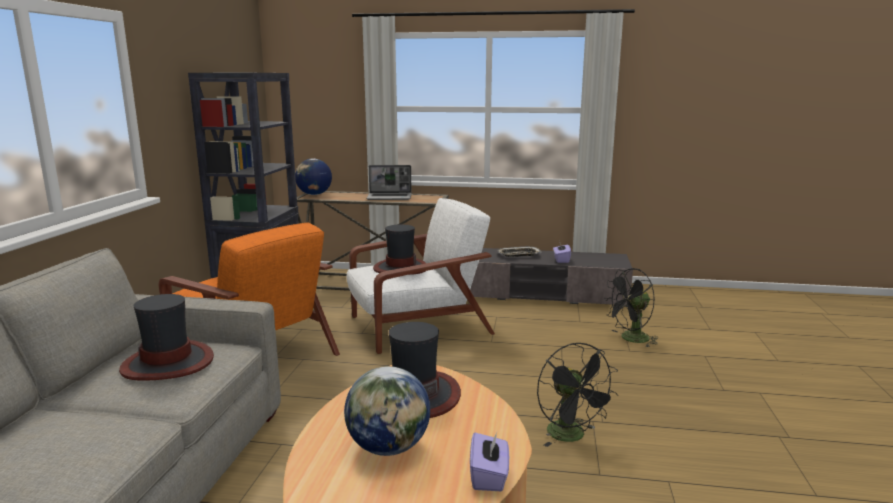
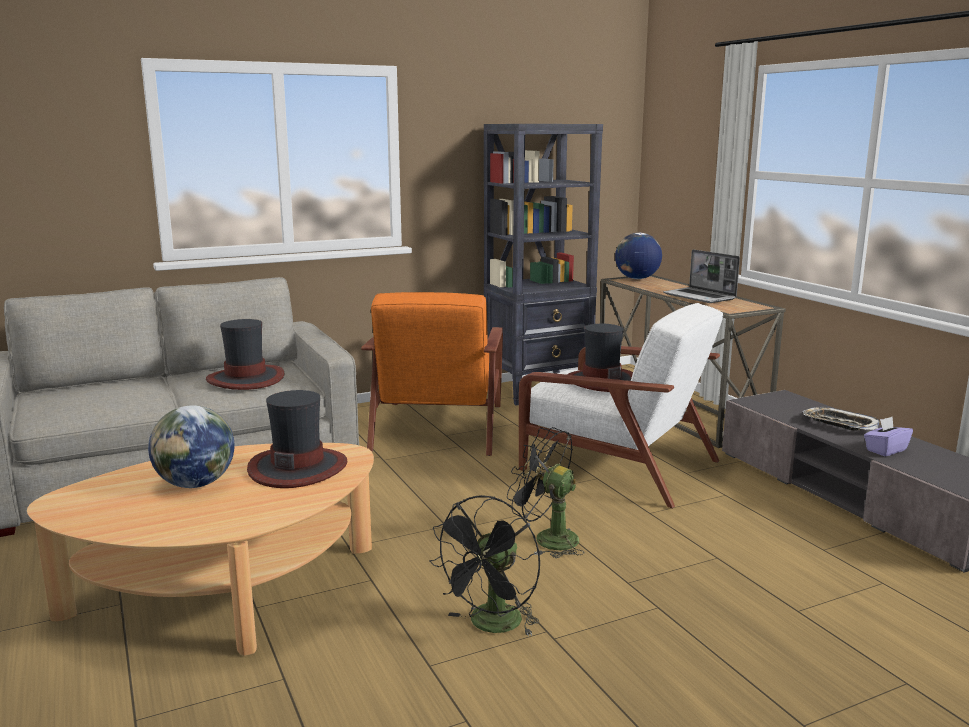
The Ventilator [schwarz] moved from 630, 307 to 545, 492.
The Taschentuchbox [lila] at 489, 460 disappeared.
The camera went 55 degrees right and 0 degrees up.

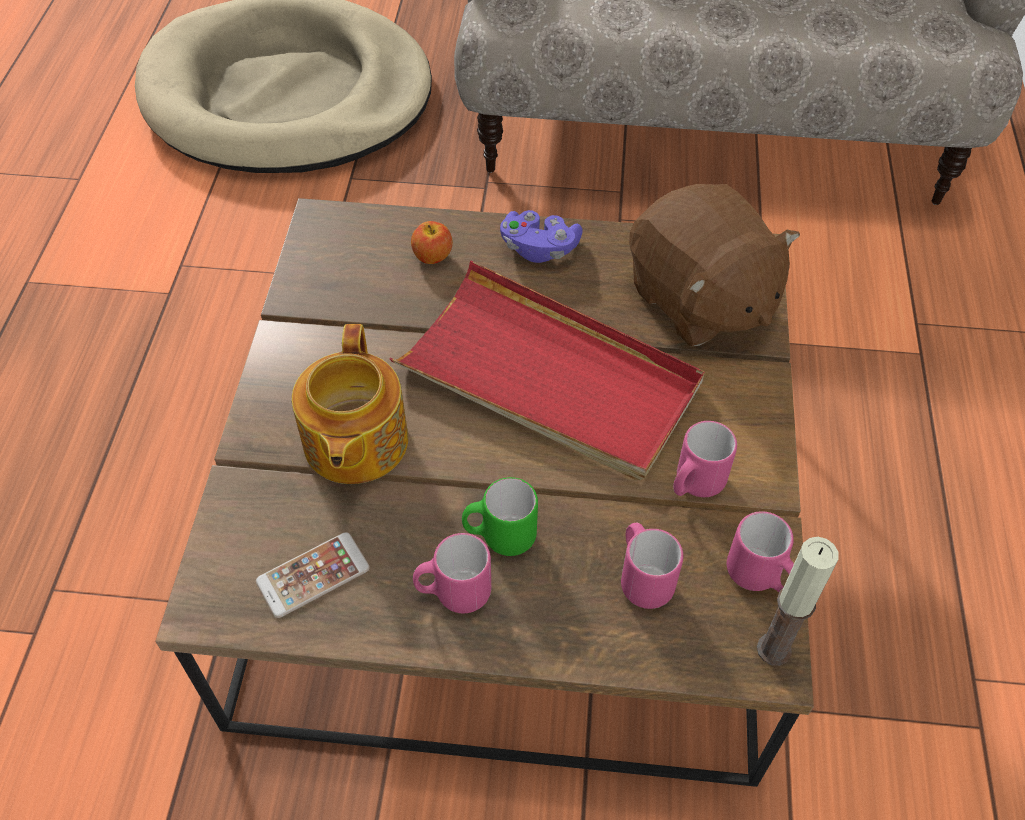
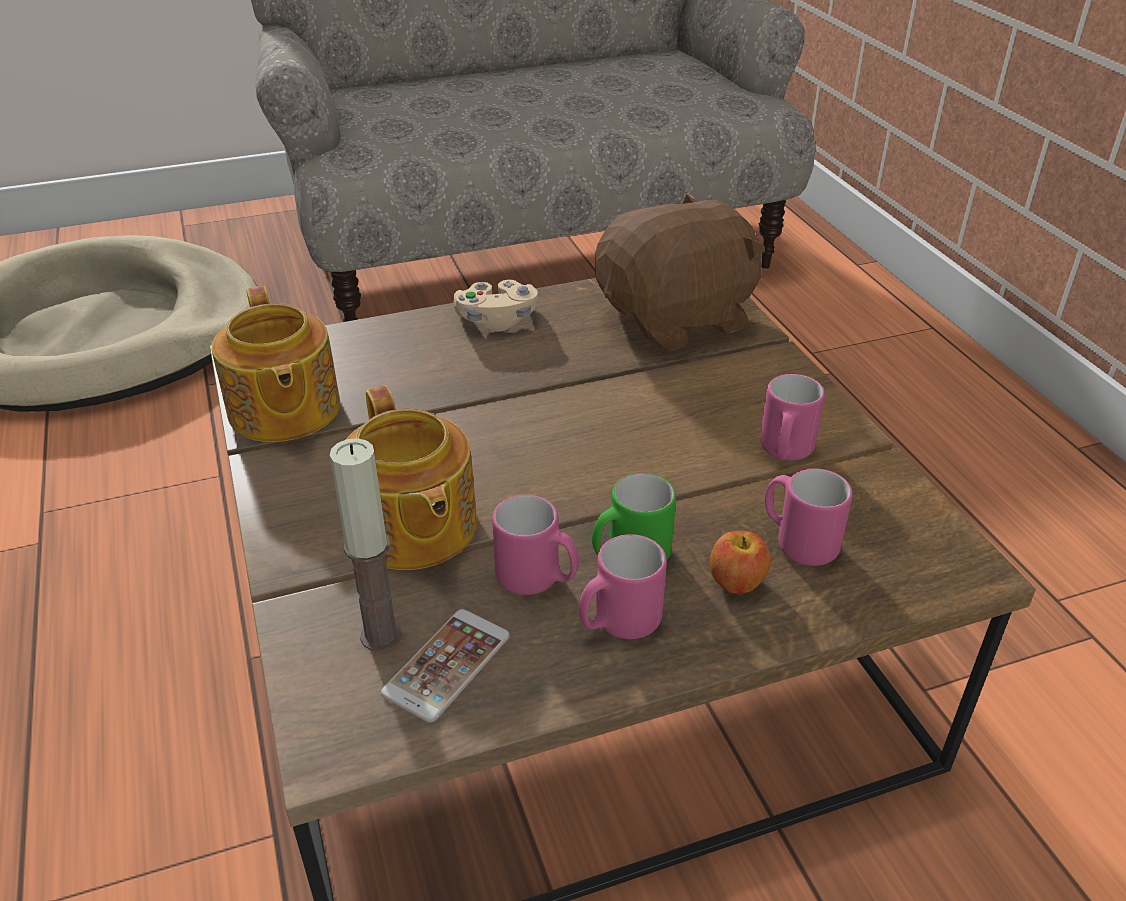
The Teekanne at 275, 364 appeared.
The Kerze moved from 797, 601 to 366, 545.
The Gamepad [lila] at 541, 236 became the Gamepad [beige] at 495, 306.
The Henkelbecher [rosa] moved from 760, 551 to 535, 545.
The Plüschtier [braun] at 714, 265 turned 60 degrees counterclockwise.
The Apfel moved from 432, 242 to 740, 562.
The Tablett [rot] at 547, 370 disappeared.
The camera went 25 degrees left and 15 degrees down.

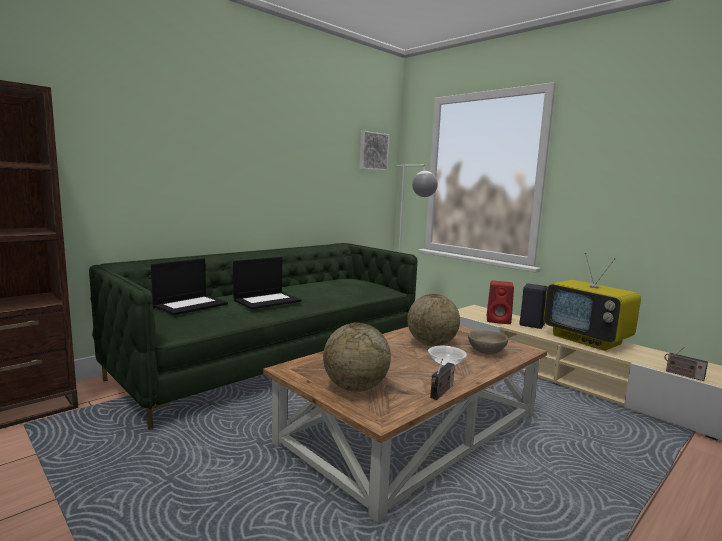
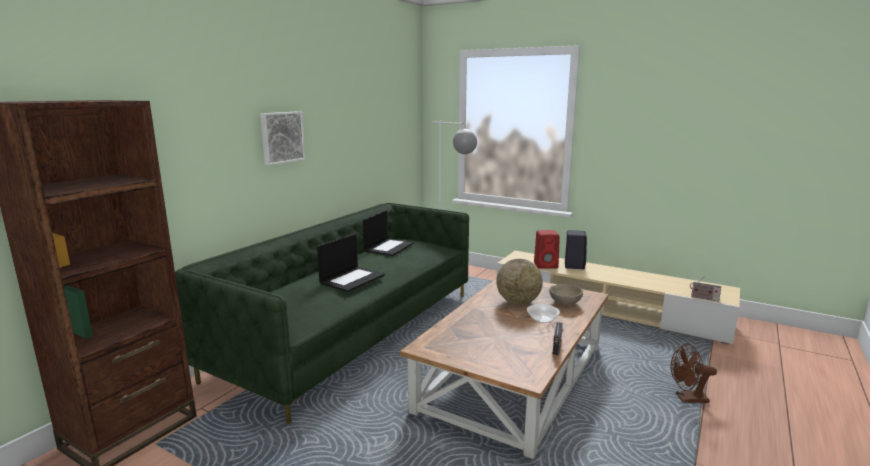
The Bild moved from 374, 151 to 282, 138.
The Laptop moved from 189, 286 to 388, 233.
The Ventilator [braun] at 694, 373 appeared.
The Globus at 357, 357 disappeared.
The Fernseher at 592, 302 disappeared.
The camera went 15 degrees left and 5 degrees up.

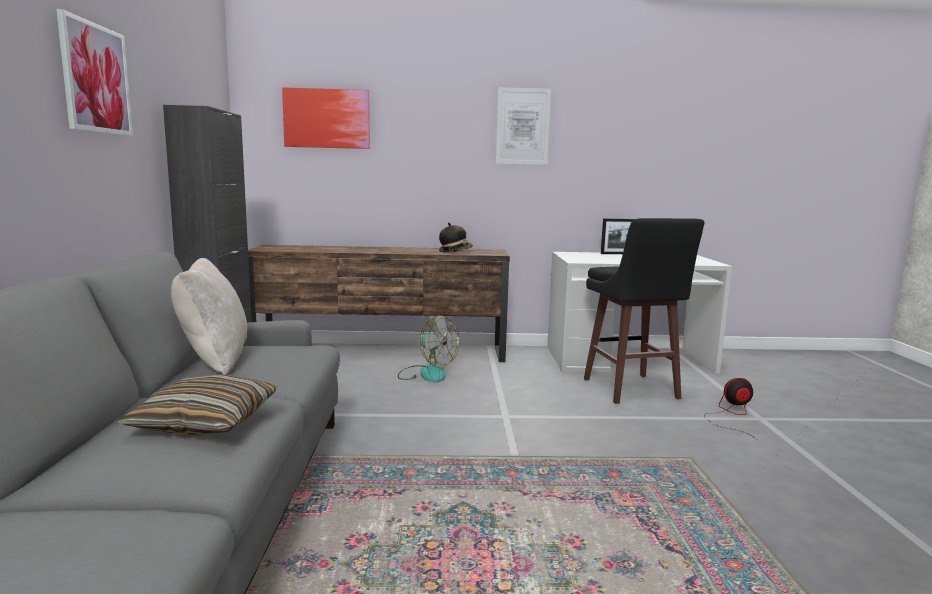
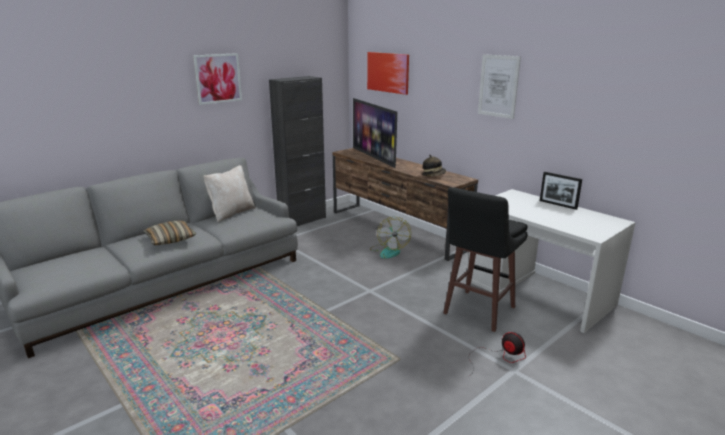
The Fernseher at 375, 133 appeared.
The camera went 50 degrees right and 10 degrees up.

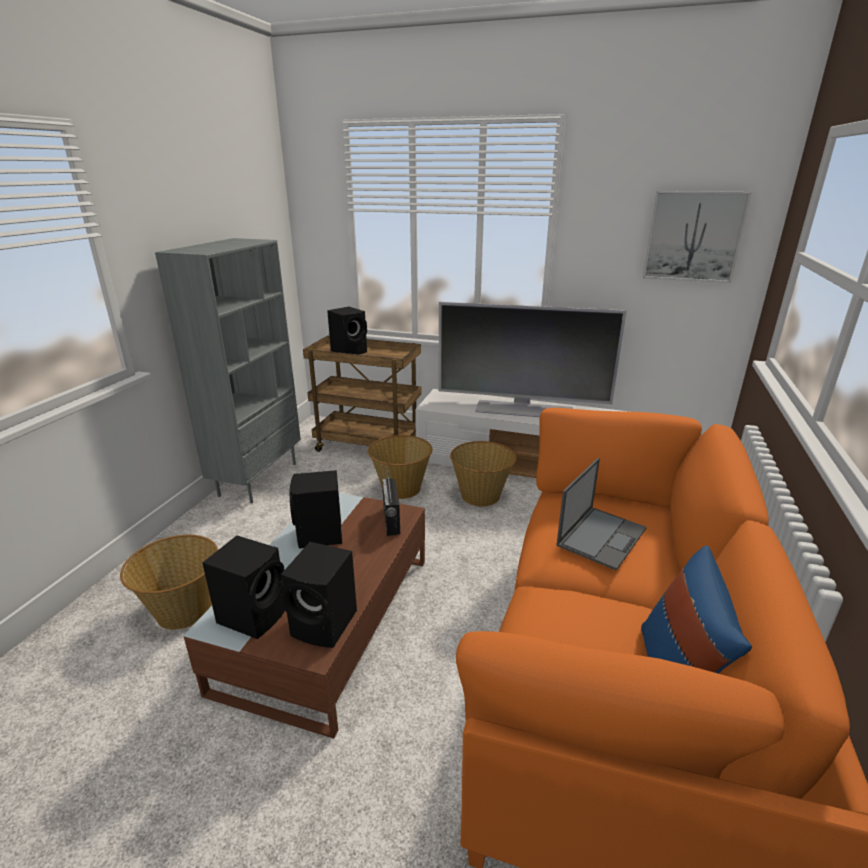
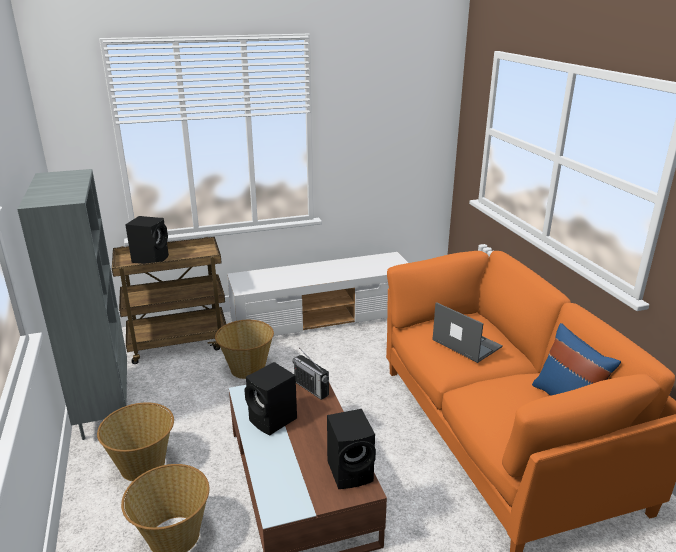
The Korb moved from 483, 473 to 135, 441.
The Laptop at 601, 514 turned 45 degrees counterclockwise.
The Lautsprecher [schwarz] at 243, 587 disappeared.
The Fernseher at 532, 359 disappeared.
The Bild at 697, 237 disappeared.
The camera went 35 degrees left and 0 degrees up.

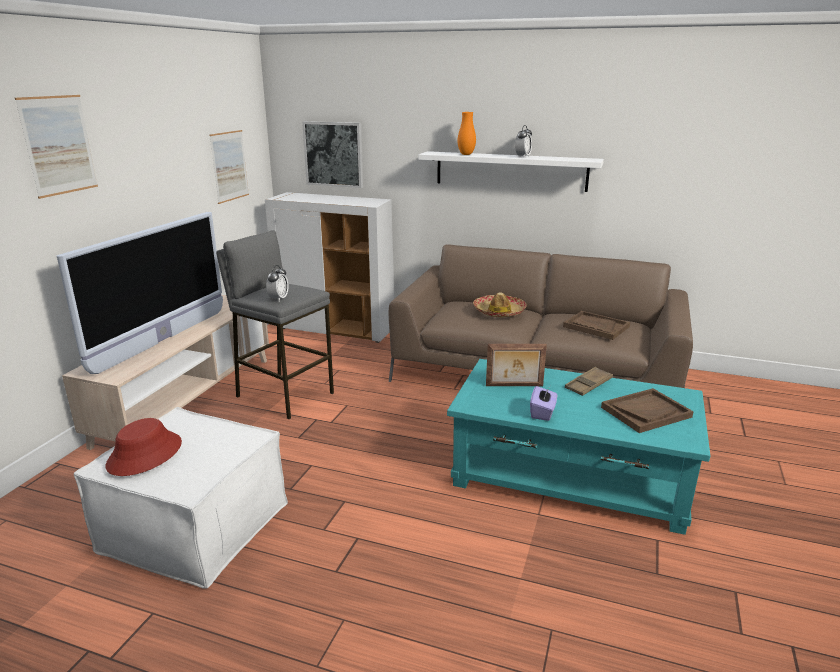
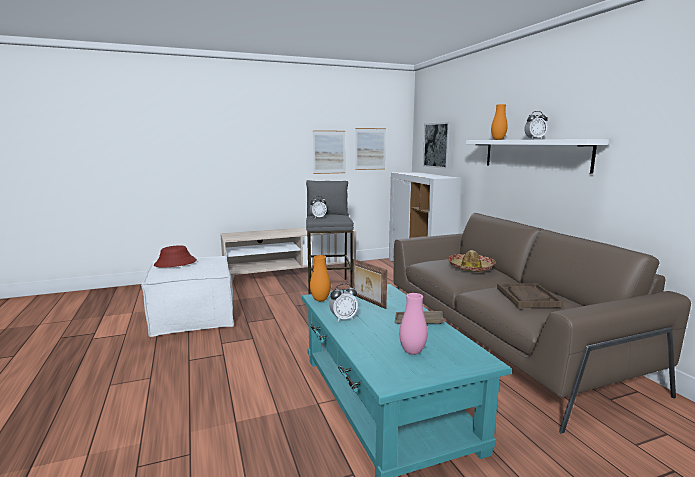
The Vase [orange] at 320, 278 appeared.
The Bild moved from 56, 147 to 329, 152.
The Taschentuchbox [lila] at 543, 403 was replaced by the Wecker at 343, 302.
The Tablett [braun] at 647, 410 was replaced by the Vase [rosa] at 413, 324.
The Fernseher at 139, 293 disappeared.
The camera went 50 degrees right and 10 degrees down.

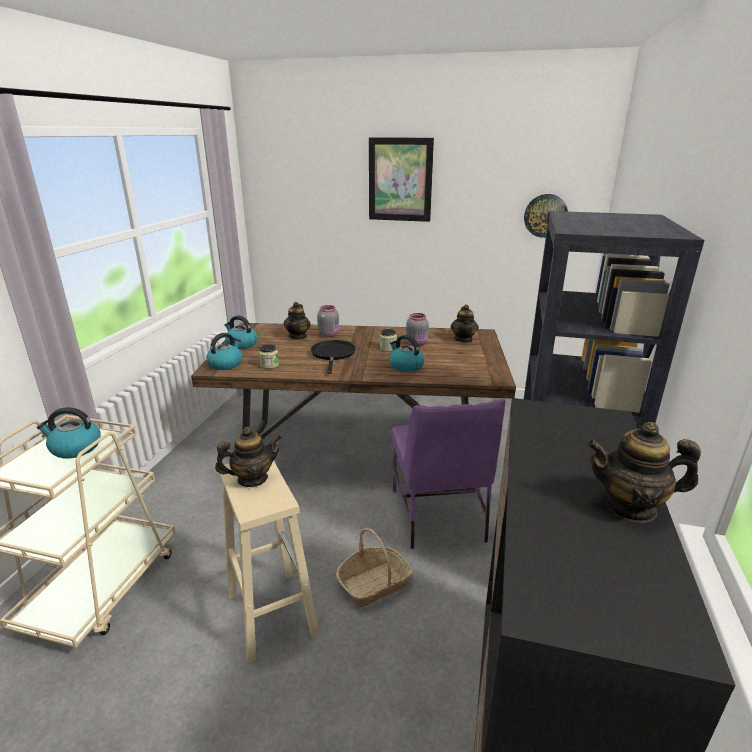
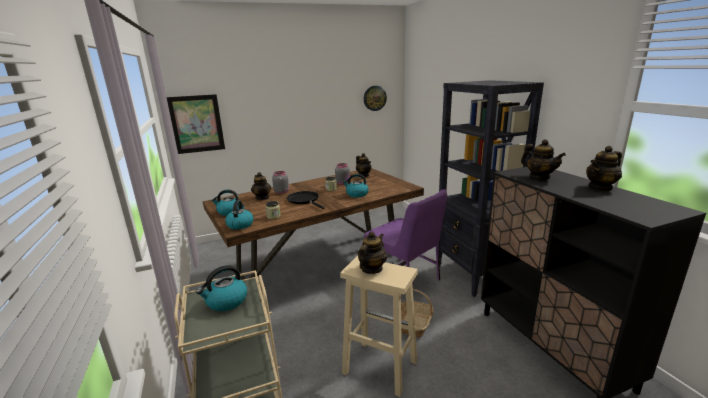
The Bild moved from 401, 180 to 196, 124.
The Teekanne at 543, 159 appeared.
The camera went 35 degrees left and 5 degrees down.

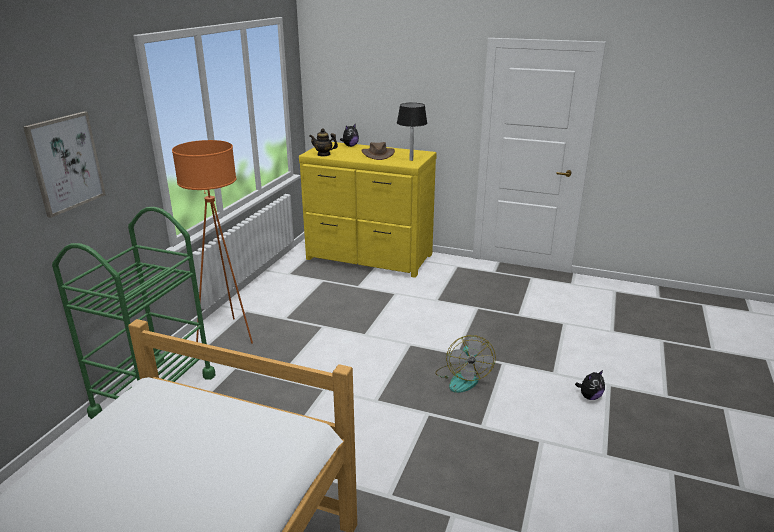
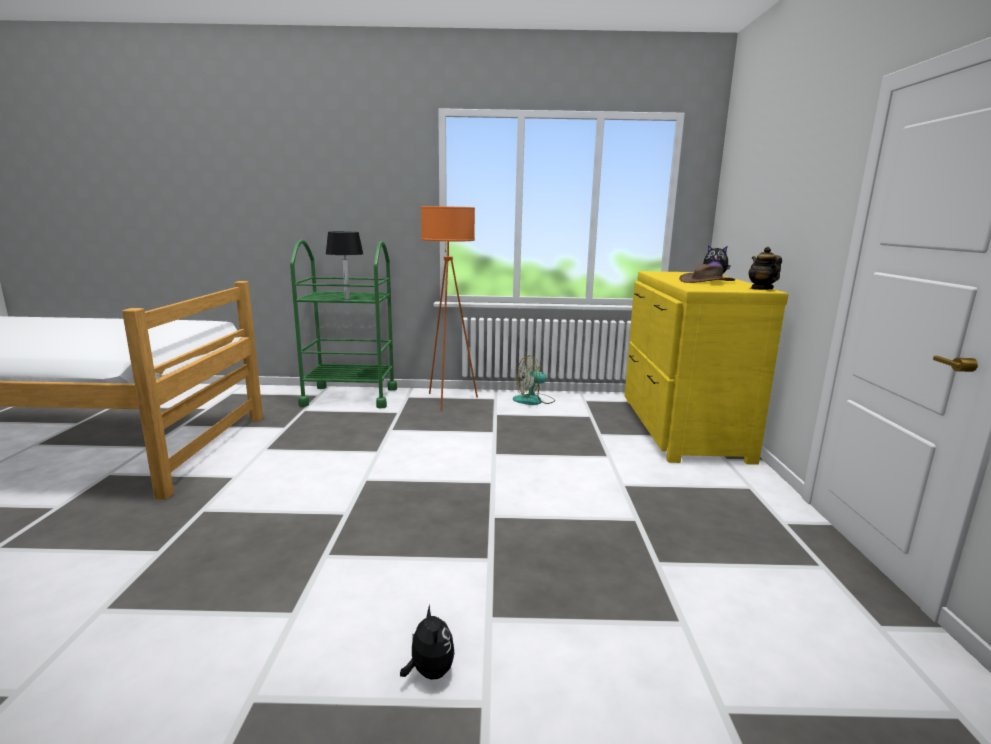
The Tischlampe [schwarz] moved from 412, 132 to 345, 265.
The Plüschtier at 590, 385 turned 150 degrees counterclockwise.
The Ventilator moved from 465, 364 to 534, 380.
The Teekanne moved from 324, 142 to 765, 268.
The Bild at 64, 165 disappeared.
The camera went 70 degrees right and 10 degrees down.

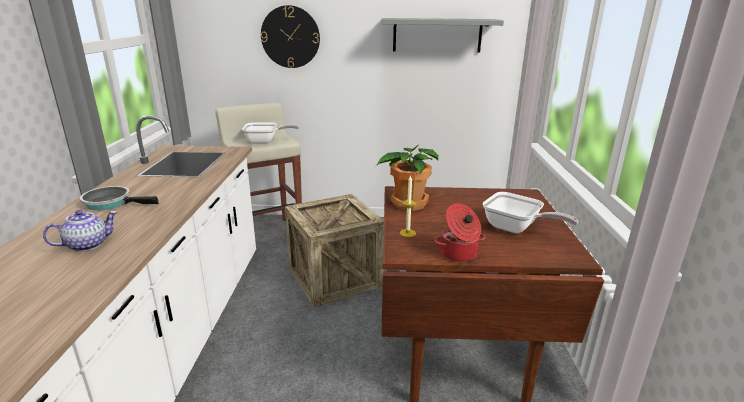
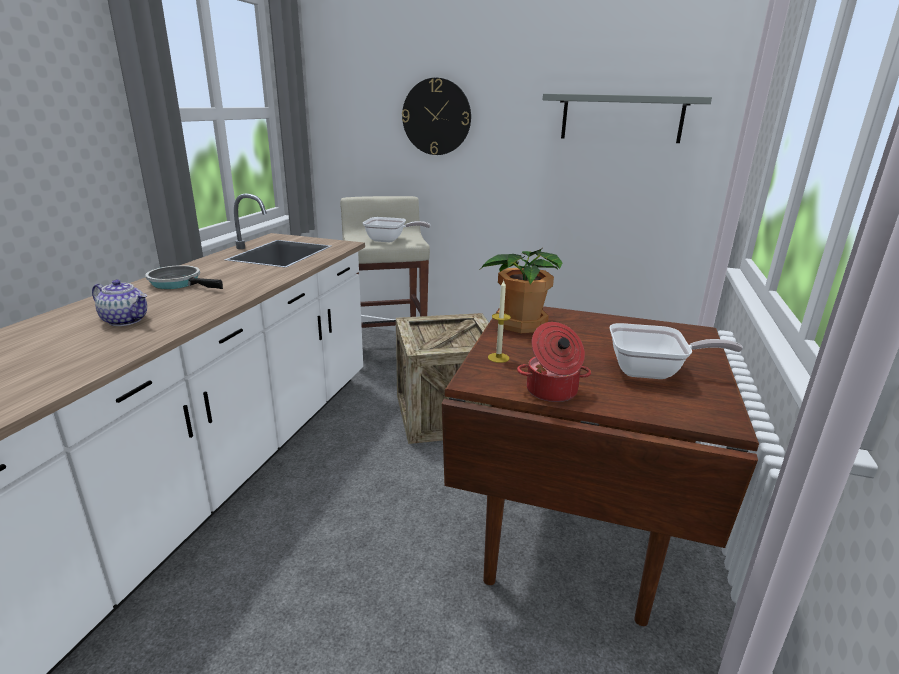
The Teekanne at 80, 231 turned 45 degrees clockwise.
The Pfanne at 531, 212 turned 45 degrees counterclockwise.
The camera went 15 degrees right and 0 degrees up.

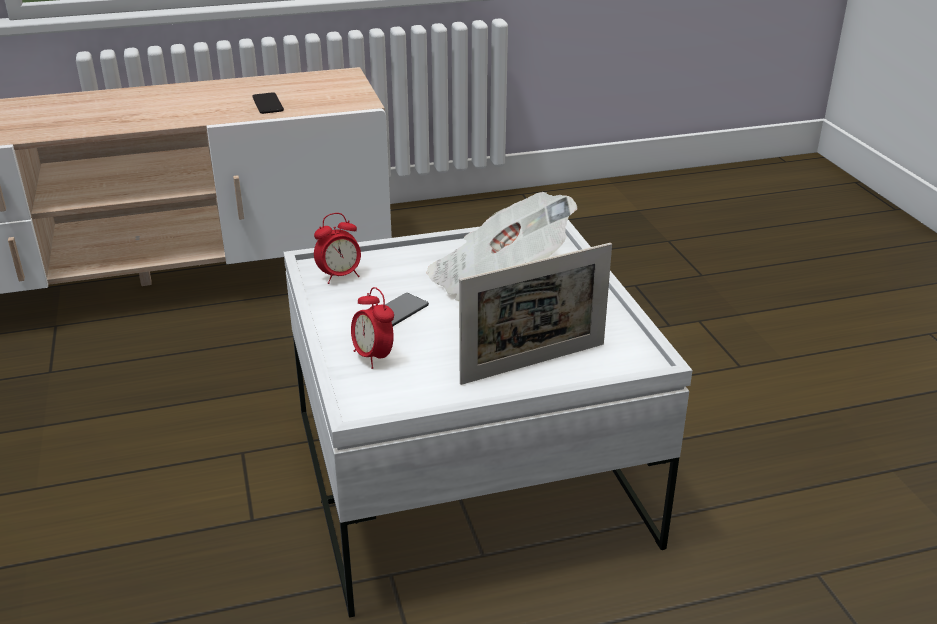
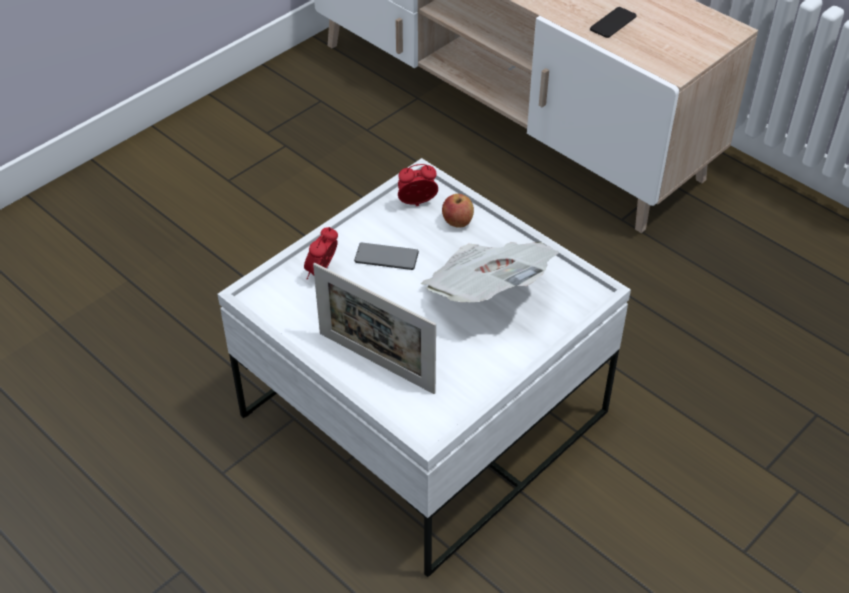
The Wecker at 337, 248 turned 135 degrees clockwise.
The Apfel at 458, 211 appeared.
The camera went 60 degrees right and 15 degrees up.

